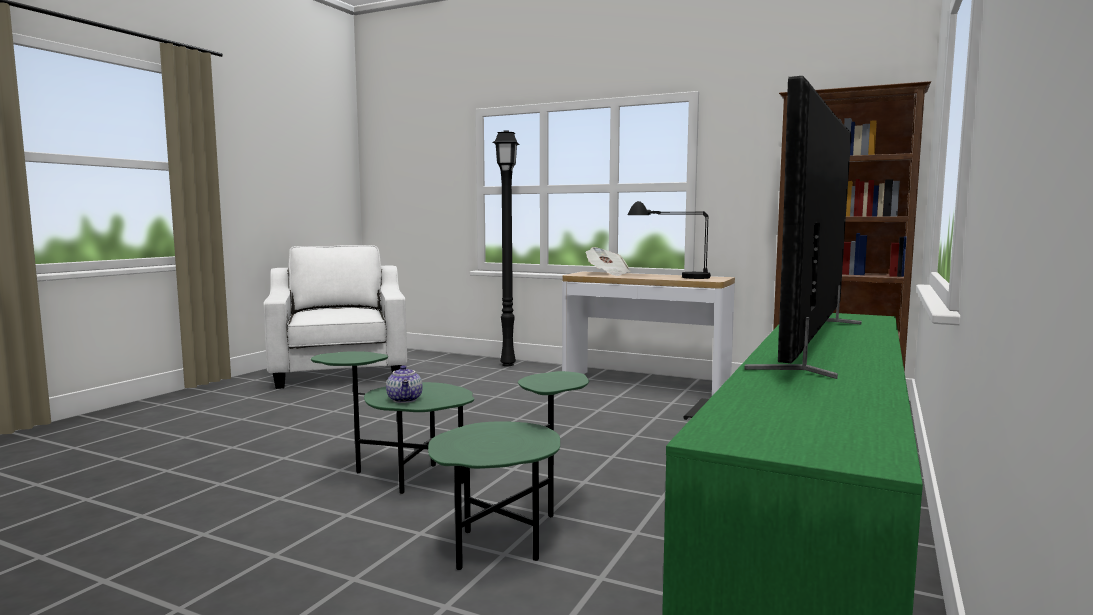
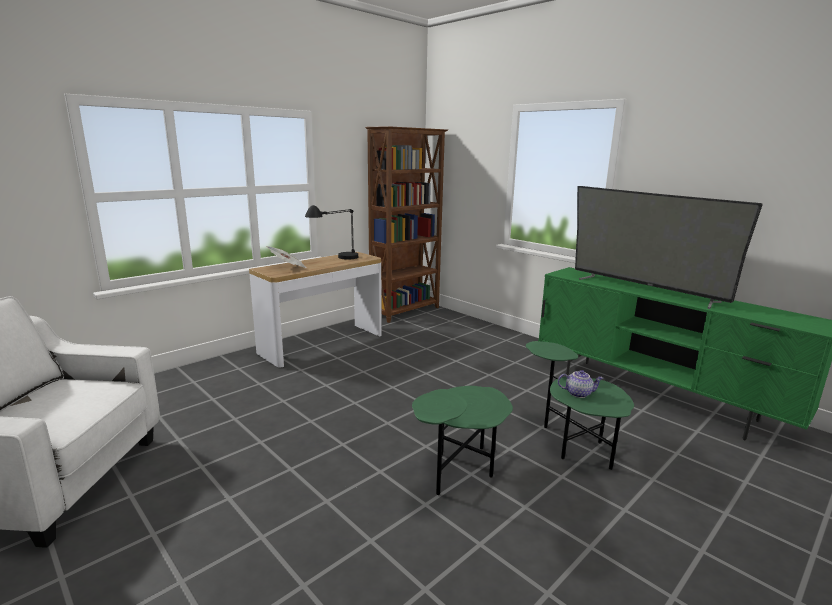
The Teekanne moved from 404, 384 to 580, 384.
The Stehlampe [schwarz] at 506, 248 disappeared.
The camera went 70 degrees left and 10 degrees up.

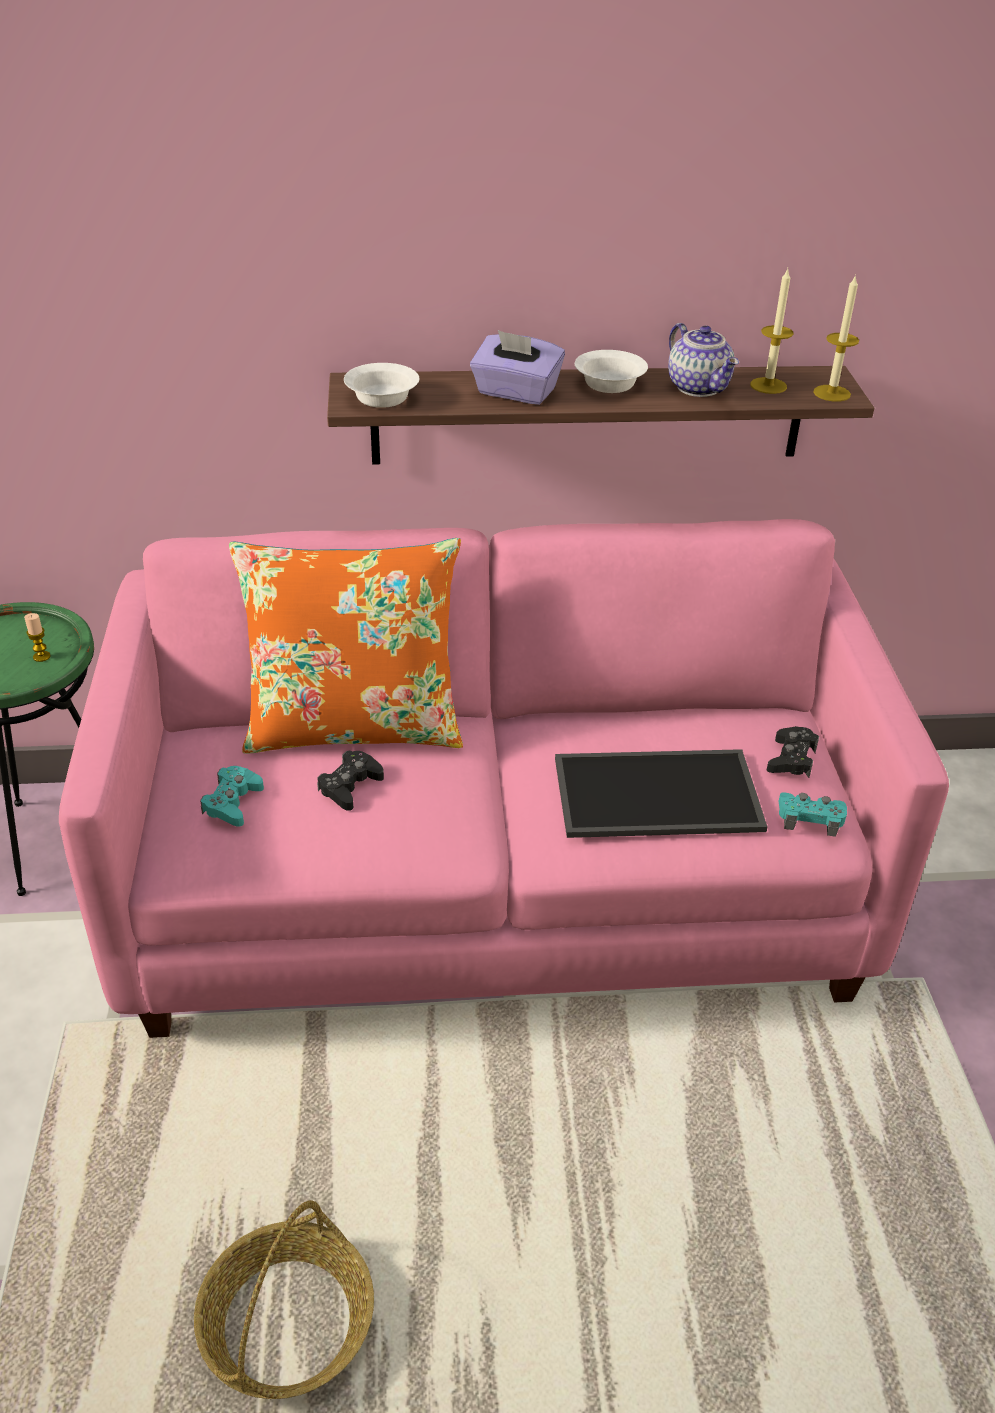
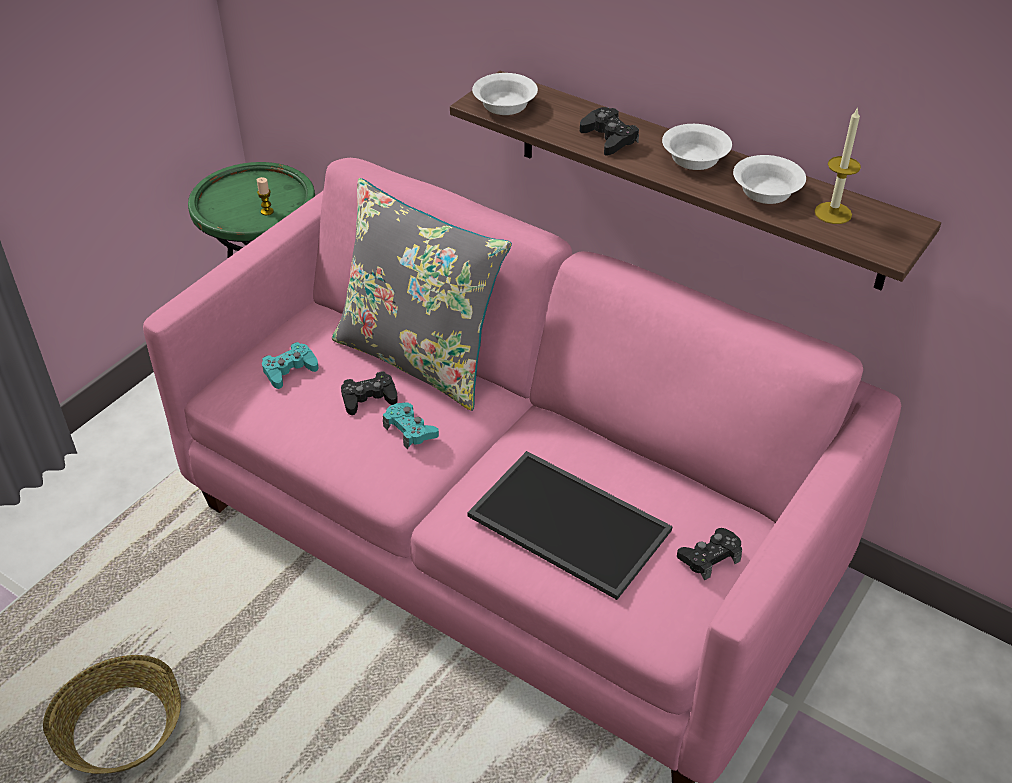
The Kissen [orange] at 346, 646 became the Kissen [grau] at 422, 294.
The Gamepad [türkis] moved from 813, 814 to 411, 426.
The Taschentuchbox [lila] at 517, 367 was replaced by the Gamepad [schwarz] at 609, 131.
The Teekanne at 703, 360 was replaced by the Schüssel [weiß] at 769, 179.
The Kerze at 836, 338 disappeared.
The camera went 40 degrees right and 5 degrees up.

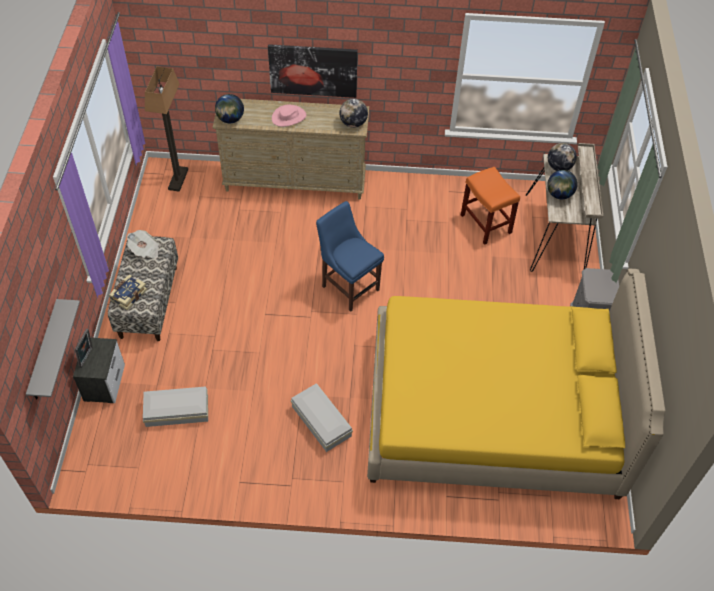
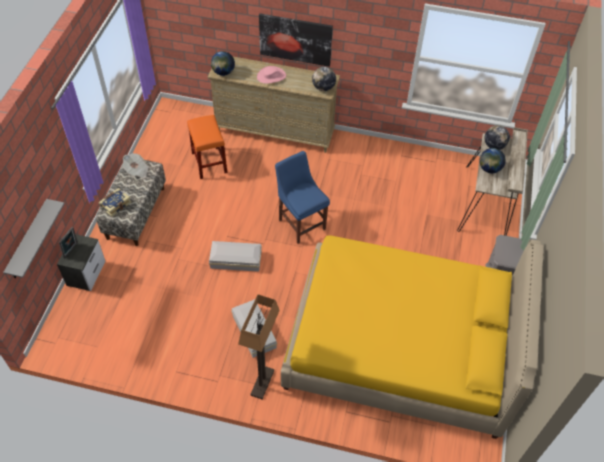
The Hocker [orange] moved from 490, 206 to 207, 147.
The Aufbewahrungsbox [weiß] moved from 175, 406 to 235, 256.
The Stehlampe moved from 166, 129 to 259, 346.
The camera went 10 degrees right and 0 degrees up.

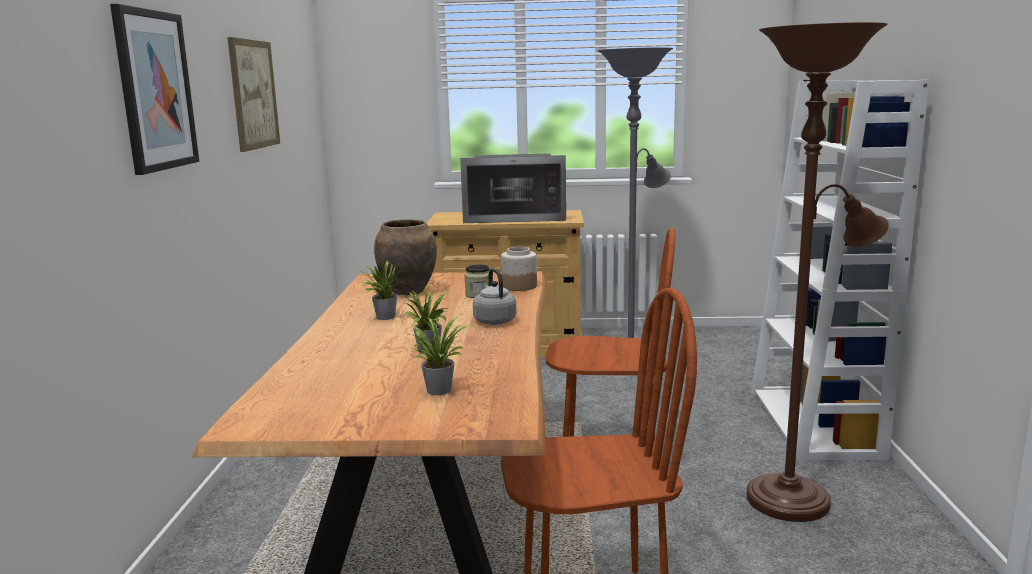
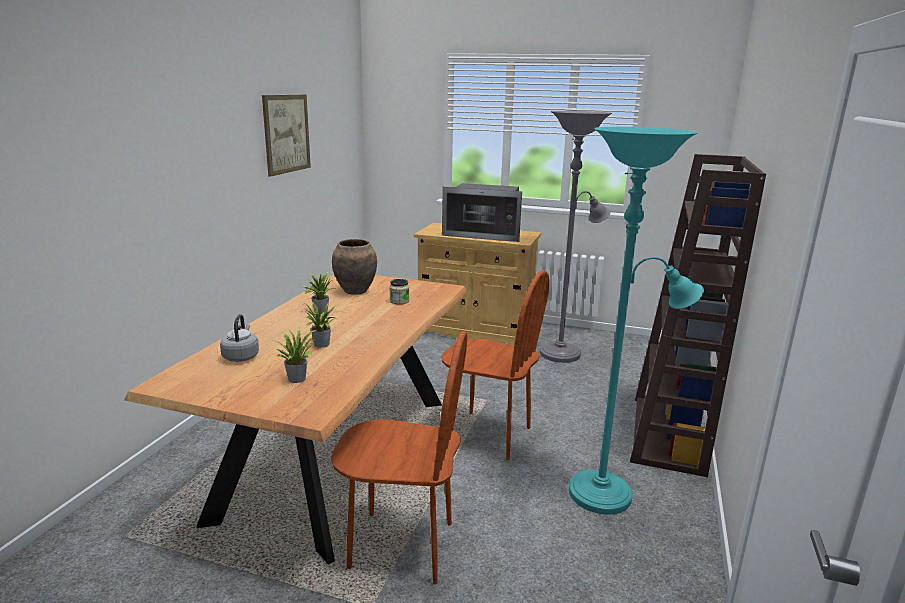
The Wasserkessel [grau] moved from 495, 296 to 239, 338.
The Stehlampe [braun] at 817, 272 became the Stehlampe [türkis] at 636, 321.
The Bücherregal [weiß] at 840, 270 became the Bücherregal [braun] at 698, 315.
The Bild at 154, 89 disappeared.
The Vorratsglas at 519, 269 disappeared.
The camera went 15 degrees right and 5 degrees up.

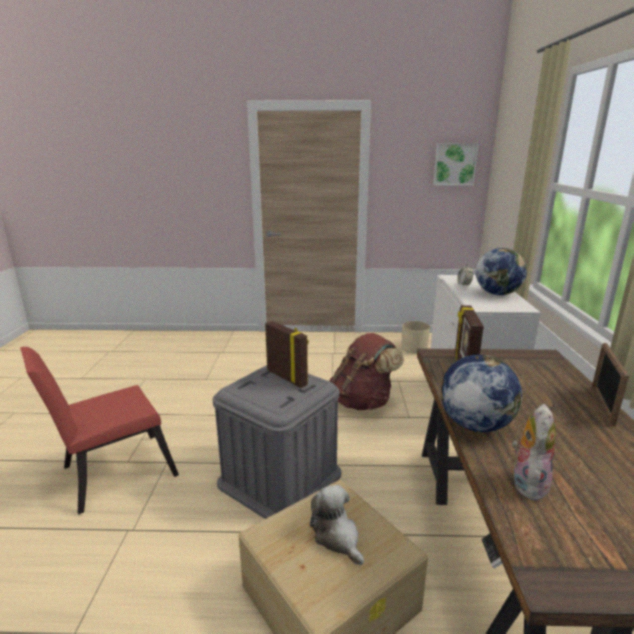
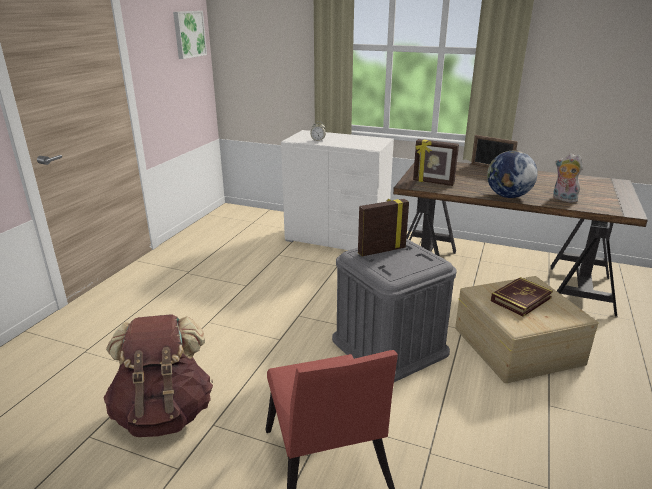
The Rucksack [braun] moved from 367, 371 to 158, 375.
The Plüschtier at 337, 525 was replaced by the Buch at 522, 297.
The Pflanzkübel [beige] at 415, 337 disappeared.
The Globus at 501, 271 disappeared.
The camera went 70 degrees left and 5 degrees up.

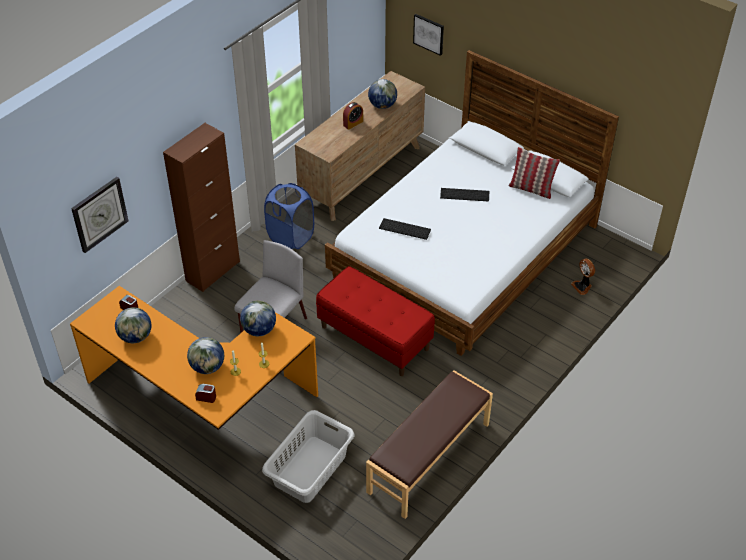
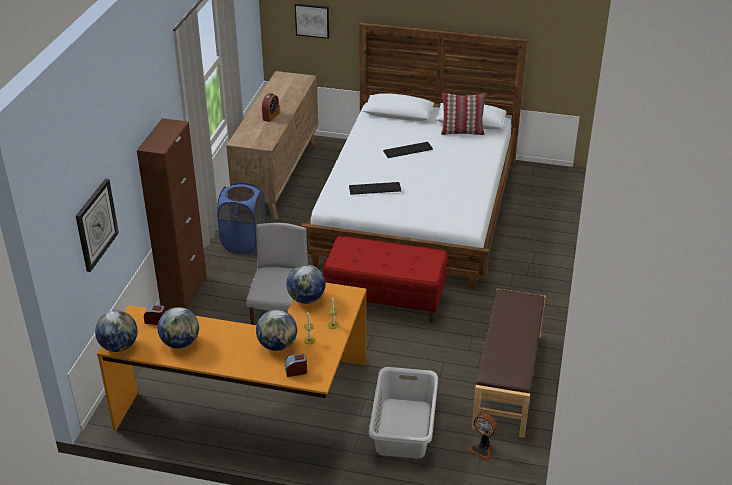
The Globus moved from 382, 94 to 116, 331.
The Ventilator moved from 583, 276 to 482, 437.
The camera went 25 degrees left and 10 degrees down.

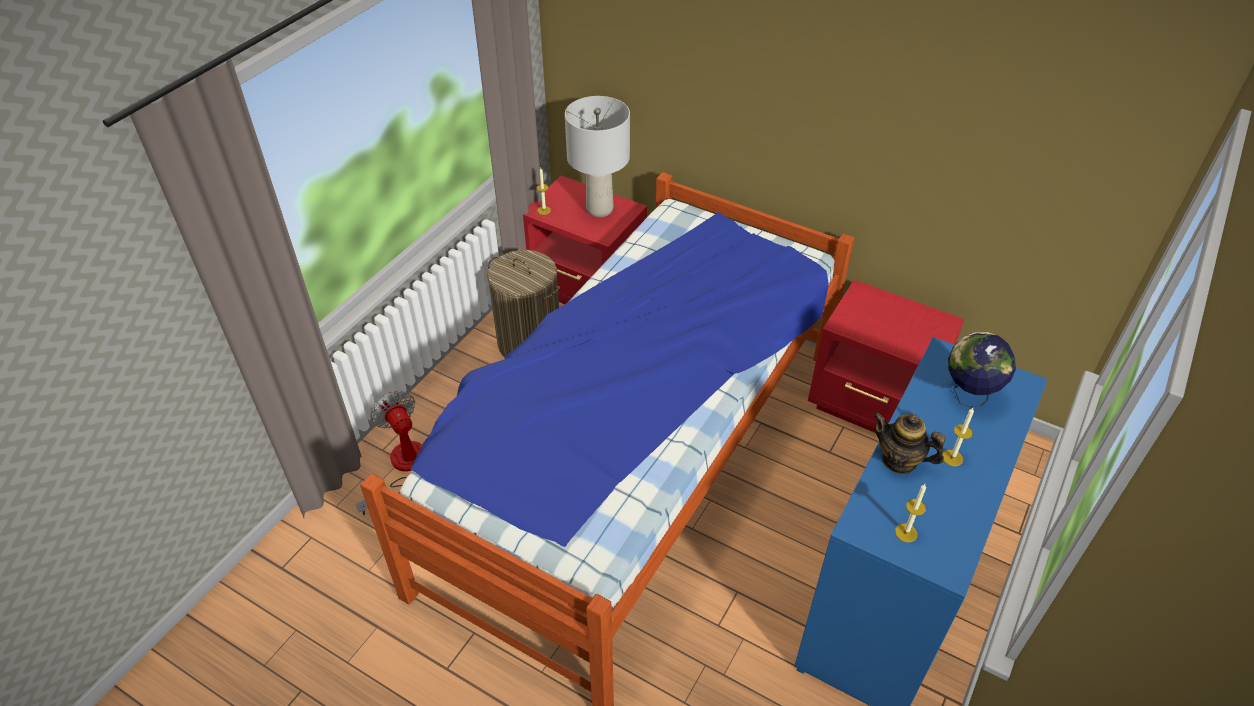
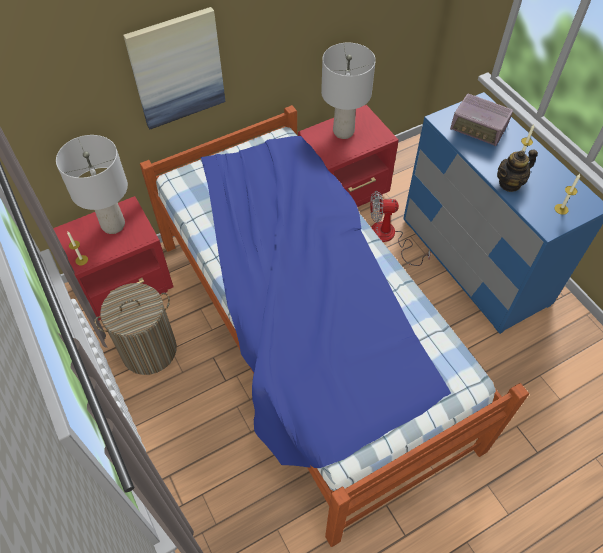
The Bild at 174, 68 appeared.
The Tischlampe [grau] at 348, 91 appeared.
The Ventilator moved from 389, 453 to 400, 228.
The Globus at 982, 370 was replaced by the Radio at 481, 120.
The camera went 60 degrees left and 10 degrees up.

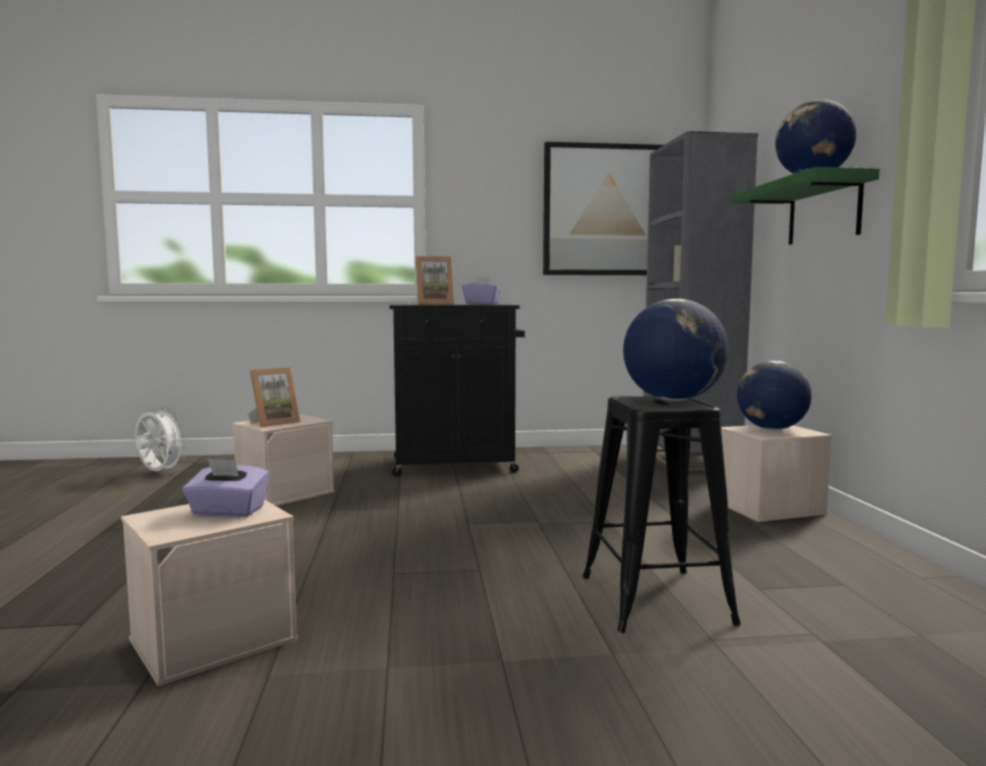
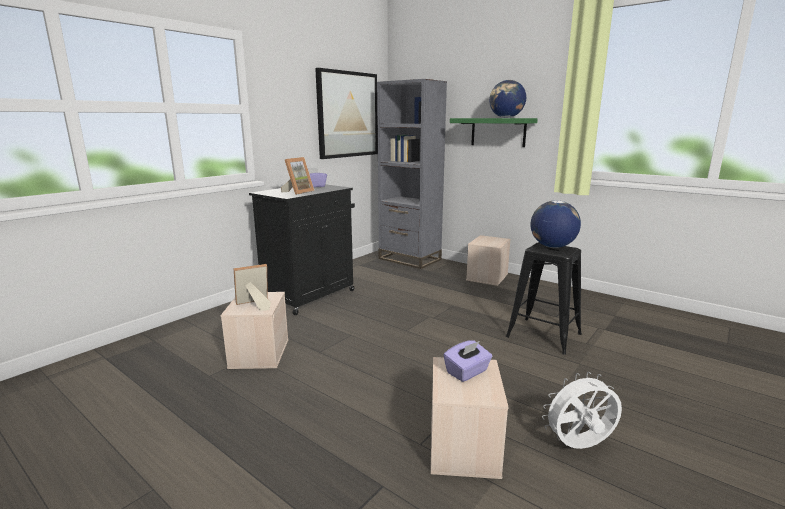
The Bilderrahmen at 274, 397 turned 120 degrees counterclockwise.
The Ventilator [weiß] moved from 161, 439 to 582, 410.
The Globus at 774, 395 disappeared.
The camera went 45 degrees left and 10 degrees up.

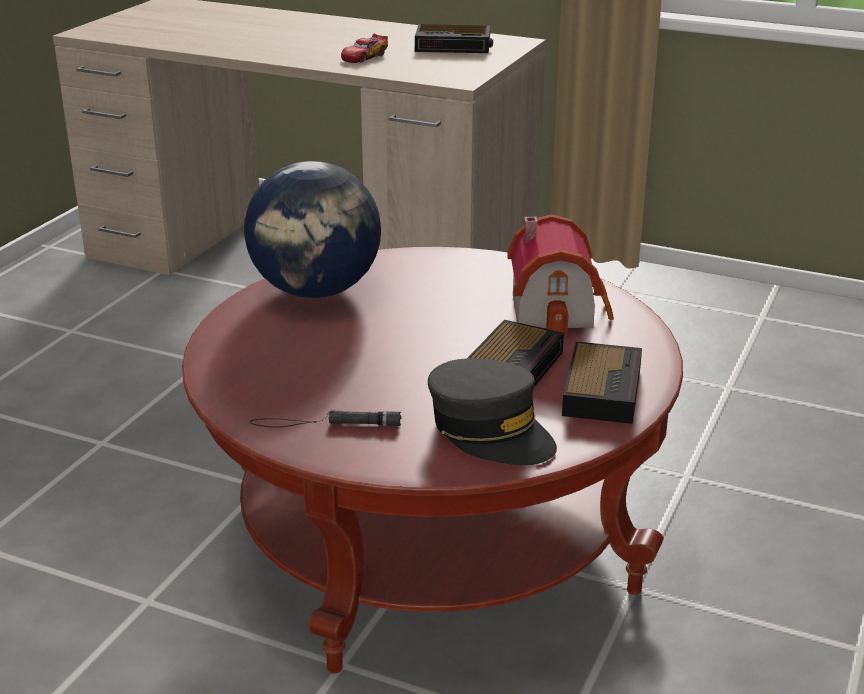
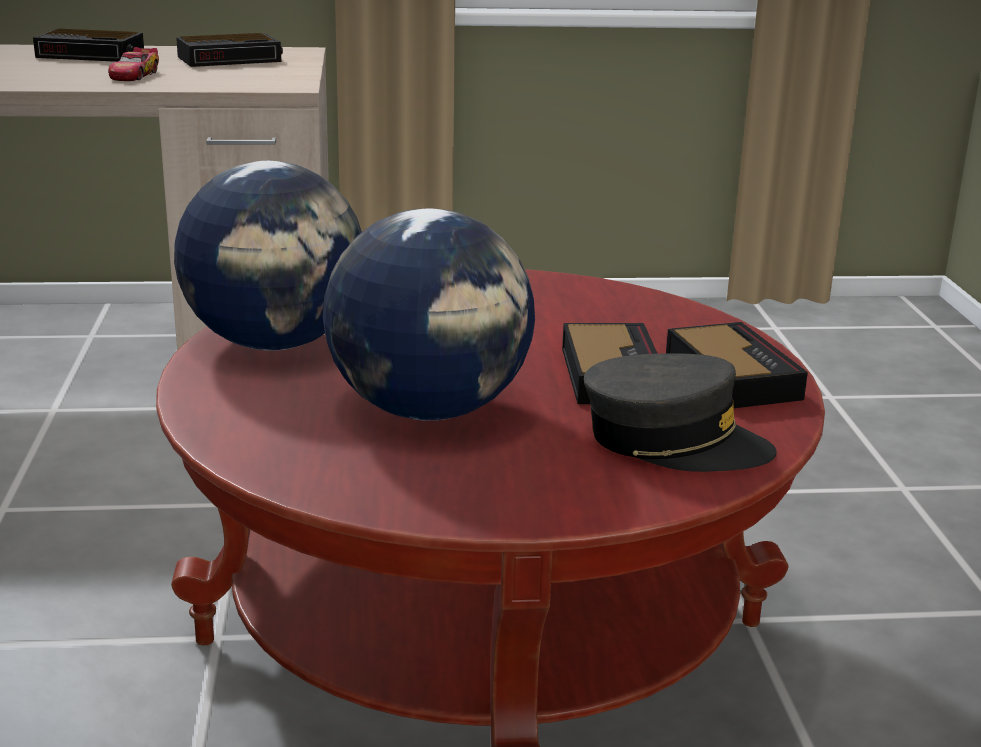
The Wecker at 88, 45 appeared.
The Globus at 429, 315 appeared.
The Taschenlampe [schwarz] at 325, 419 disappeared.
The Spielzeughaus at 560, 275 disappeared.
The camera went 30 degrees left and 5 degrees down.

